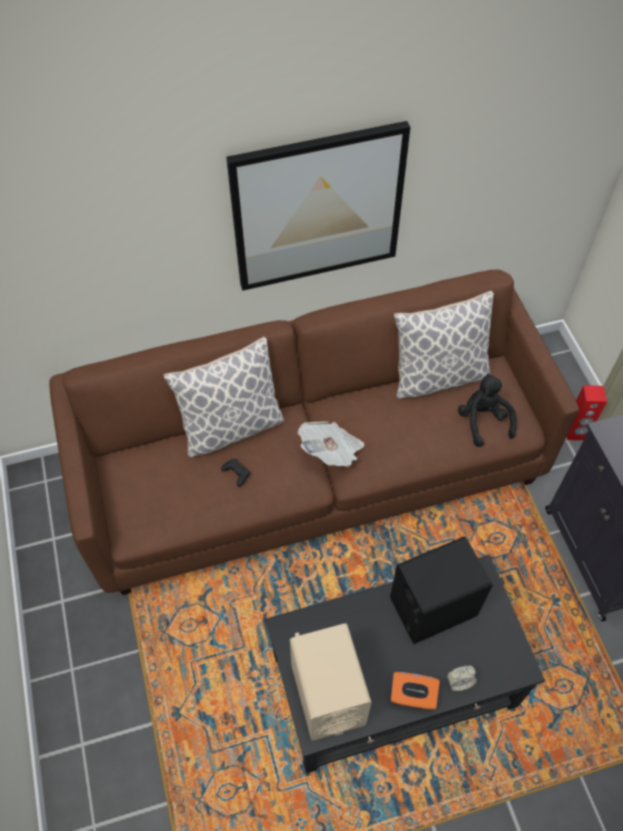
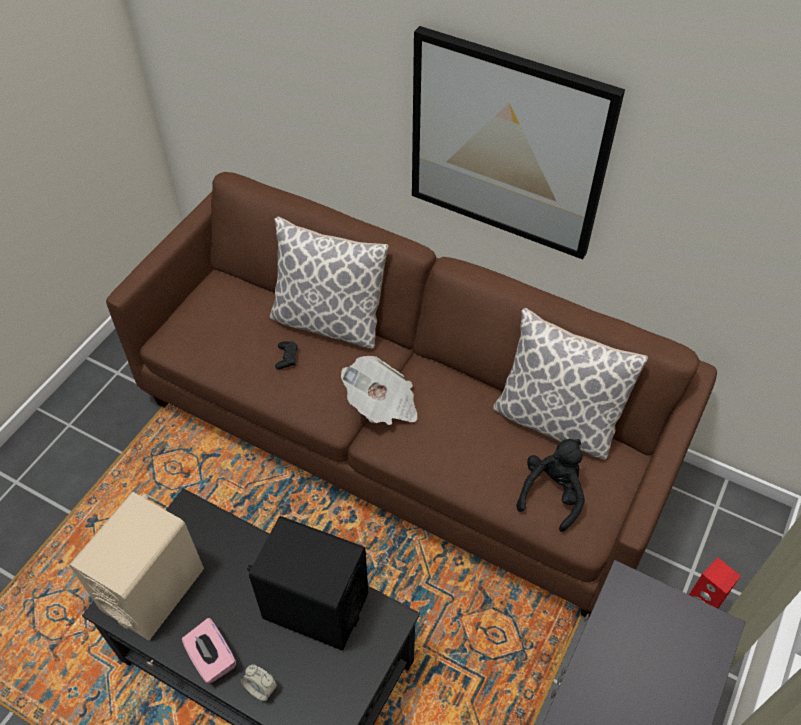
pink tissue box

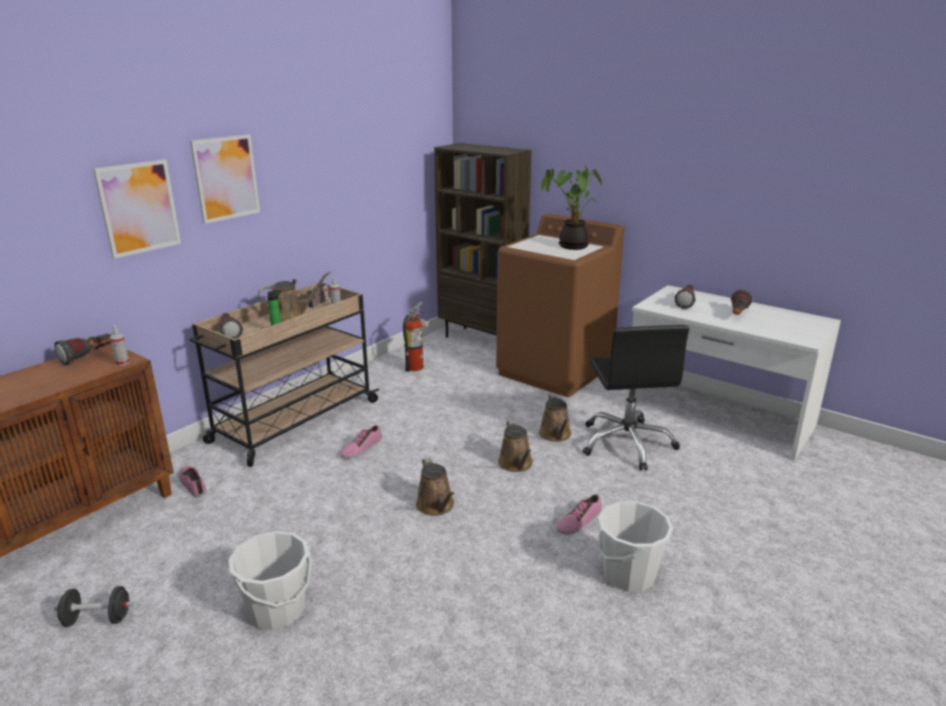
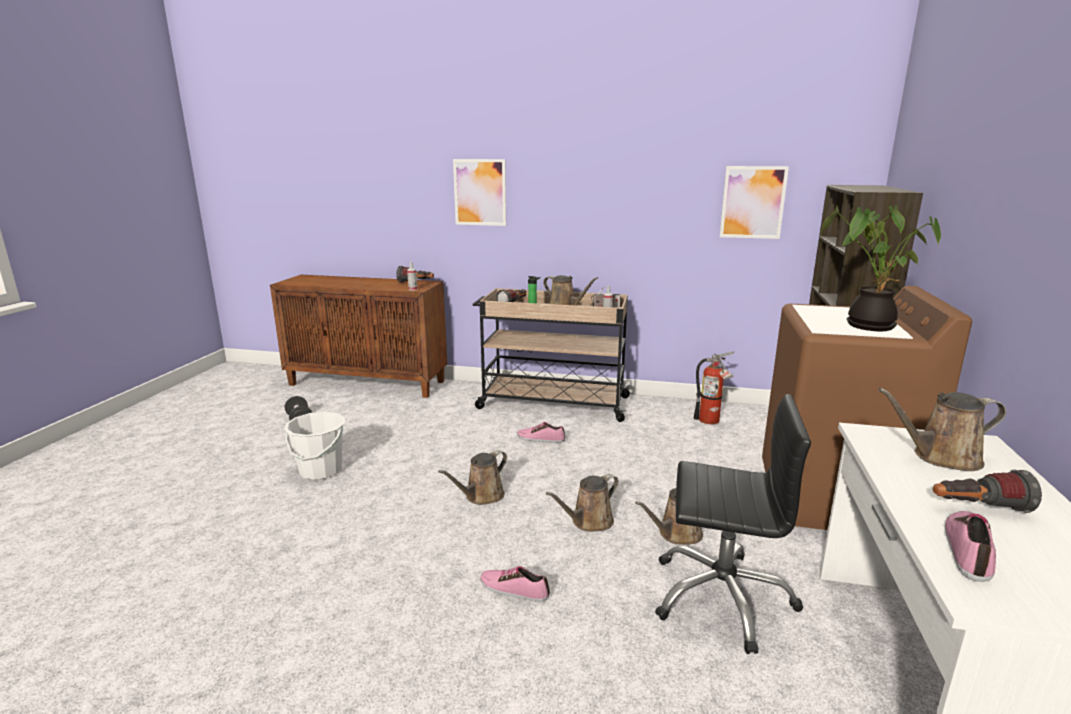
picture (2nd from left)
brown watering can (5th from left)
black office chair
shoe (3rd from left)
white bucket (2nd from left in the first image)

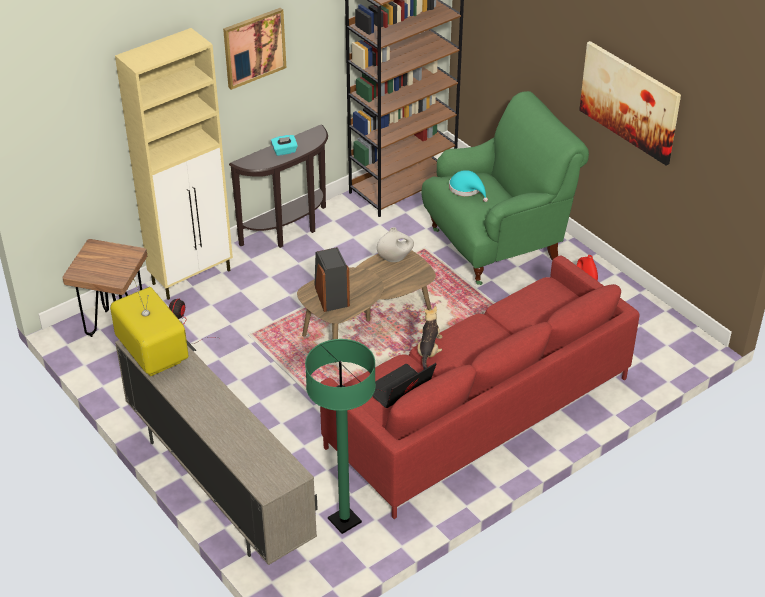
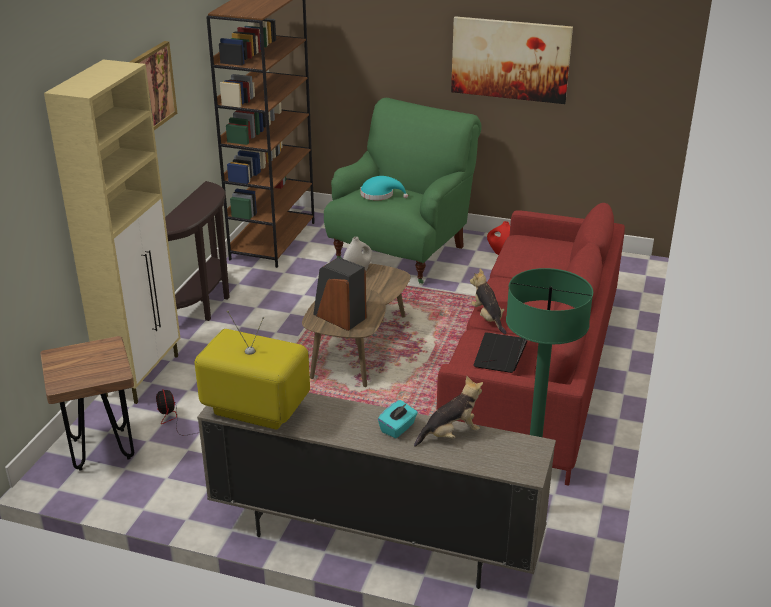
turquoise tissue box
plush toy (1st from left)

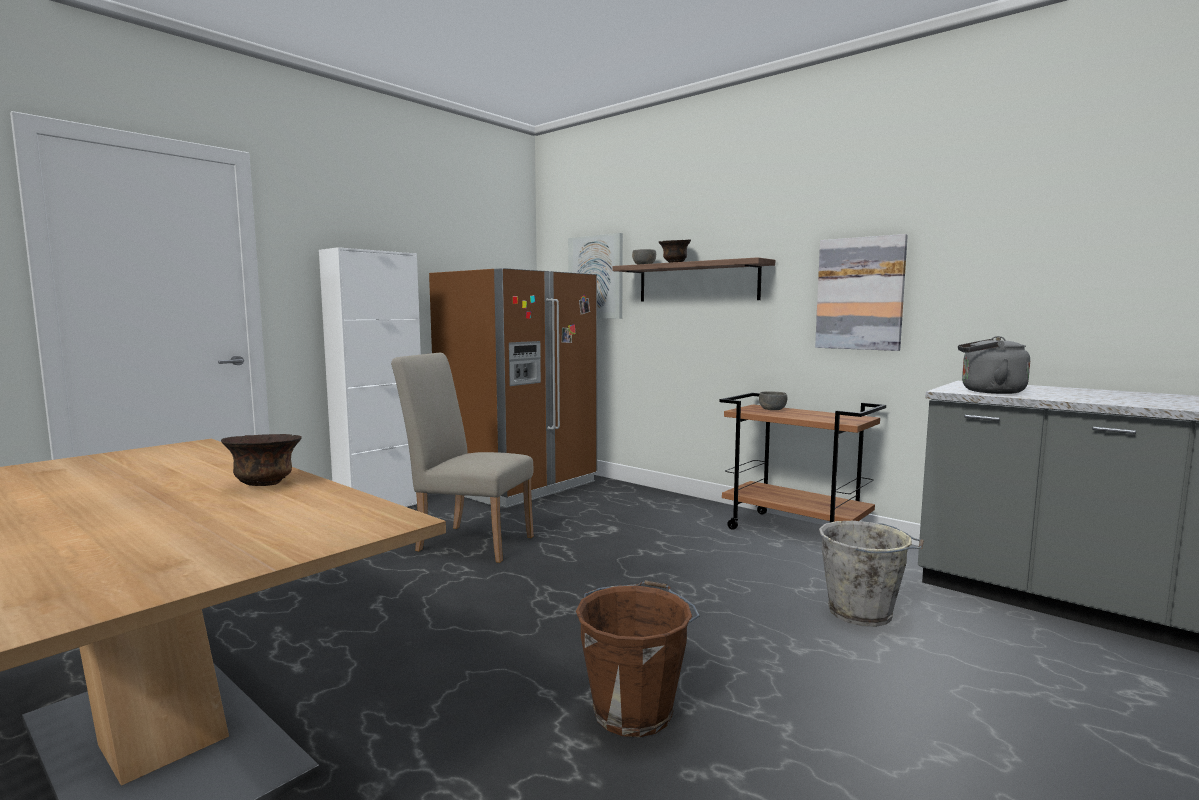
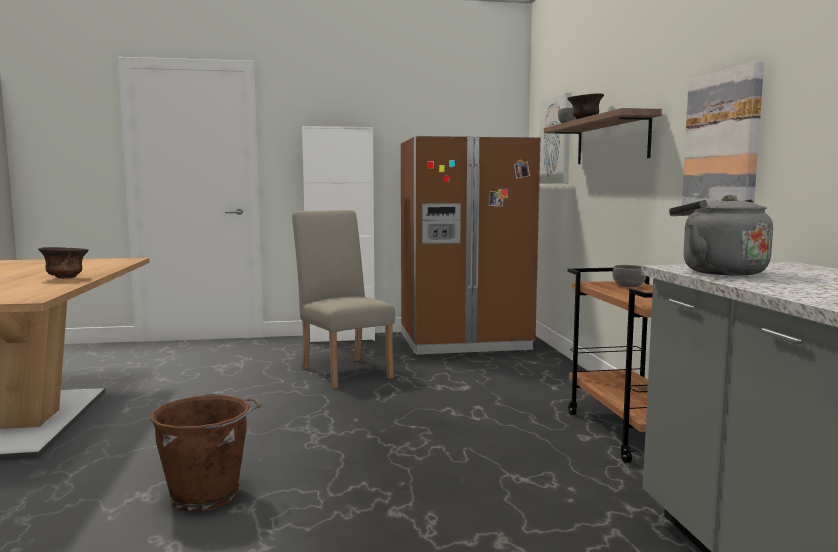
grey bucket

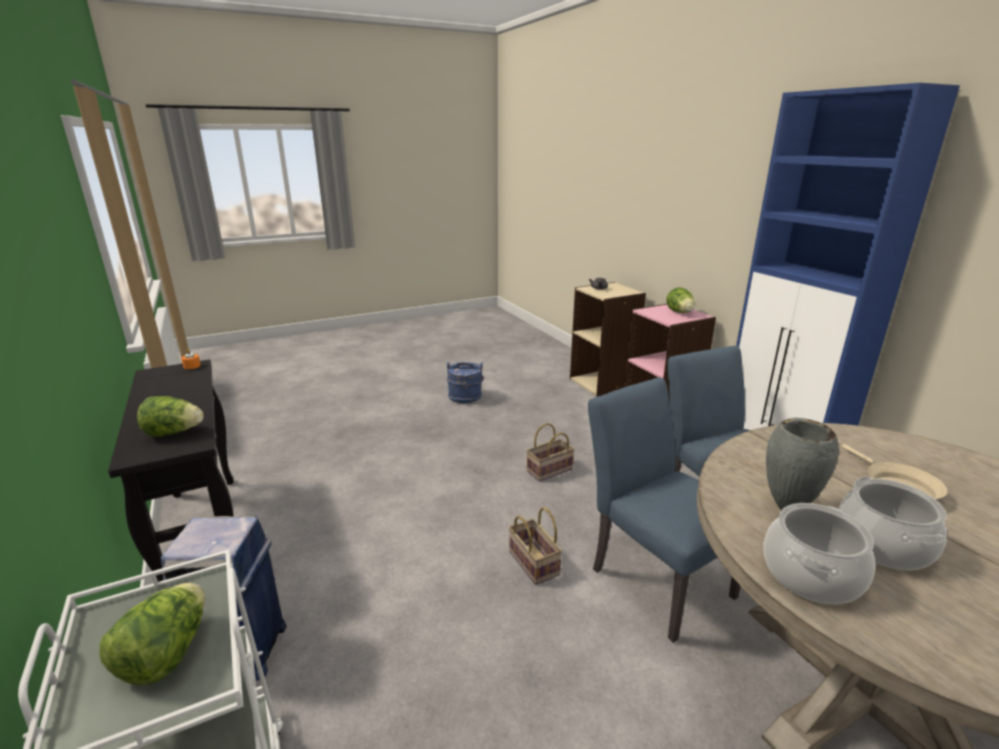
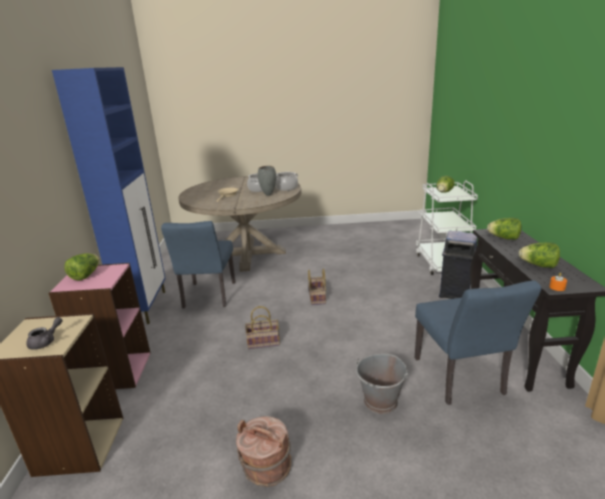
brown bucket
blue chair (2nd from left)
lettuce (4th from left)
grey bucket

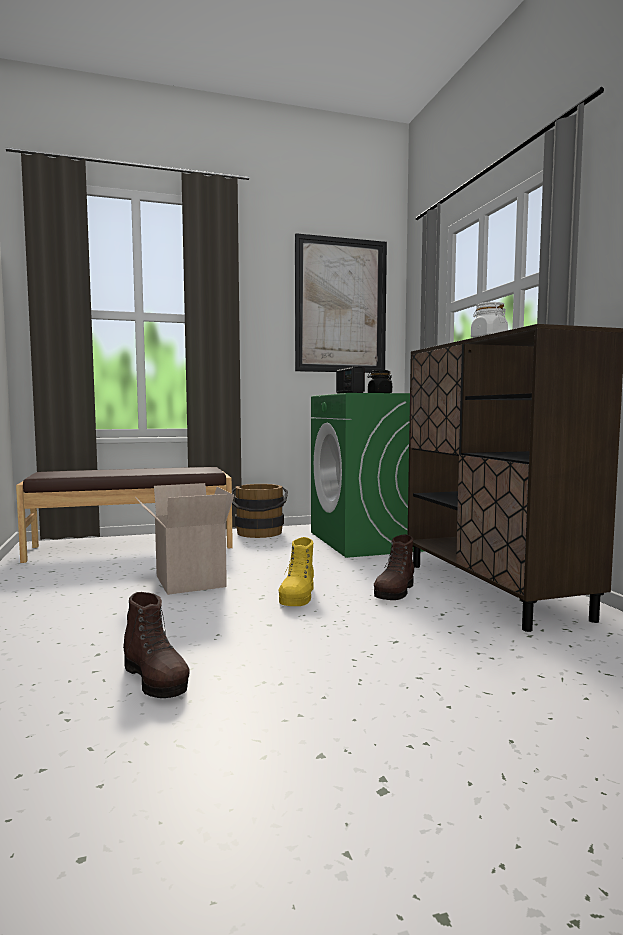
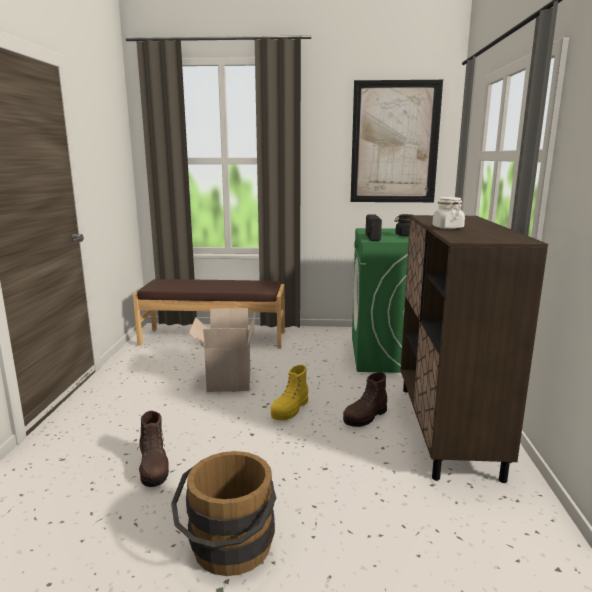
brown bucket

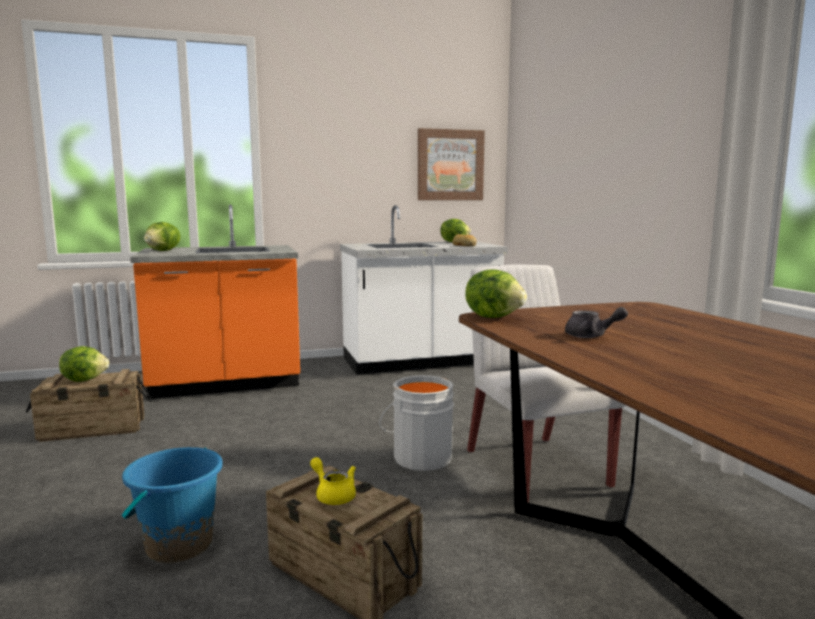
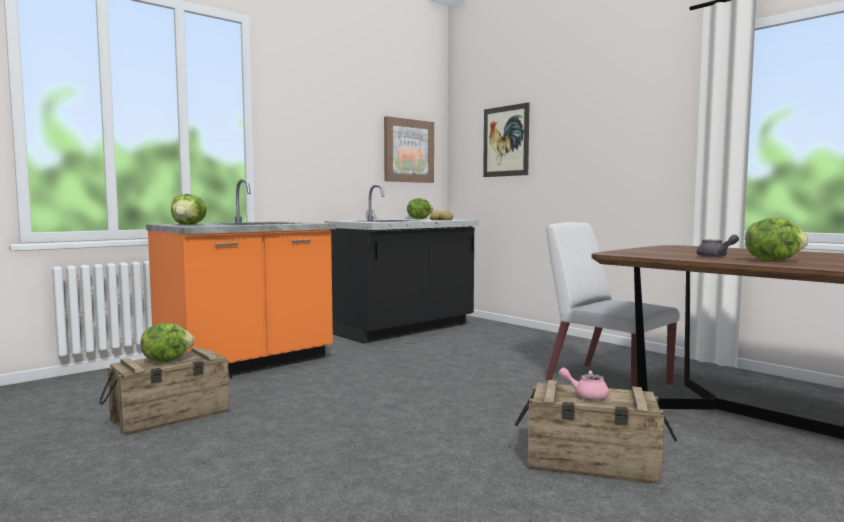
black counter
lettuce (4th from left)
grey bucket
blue bucket
pink teapot
picture (2nd from left)

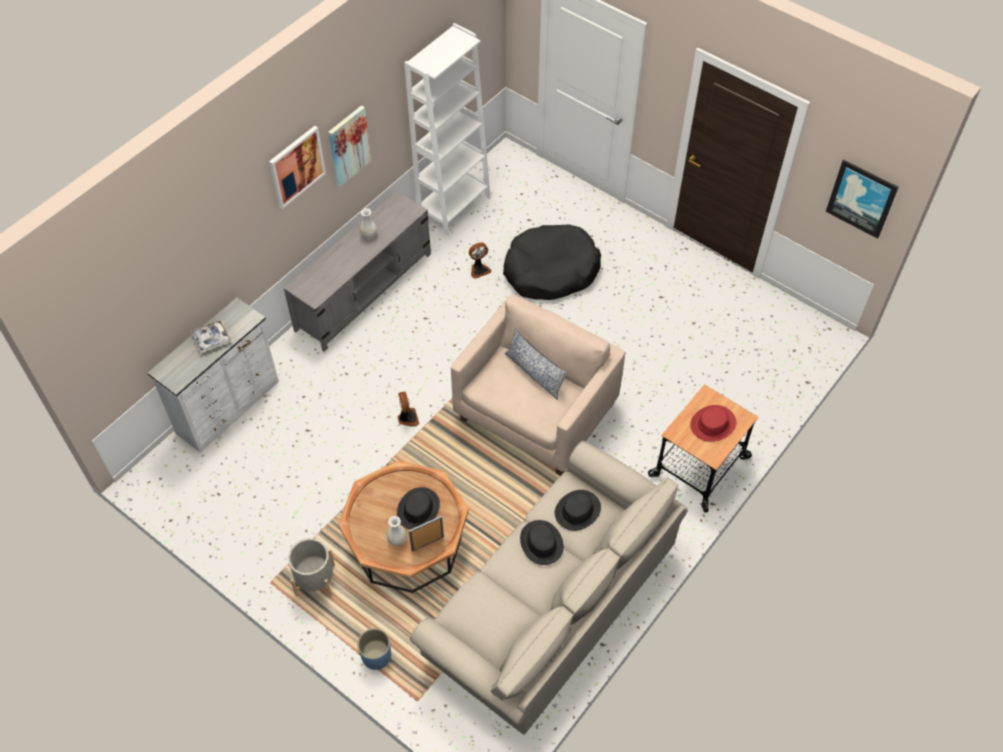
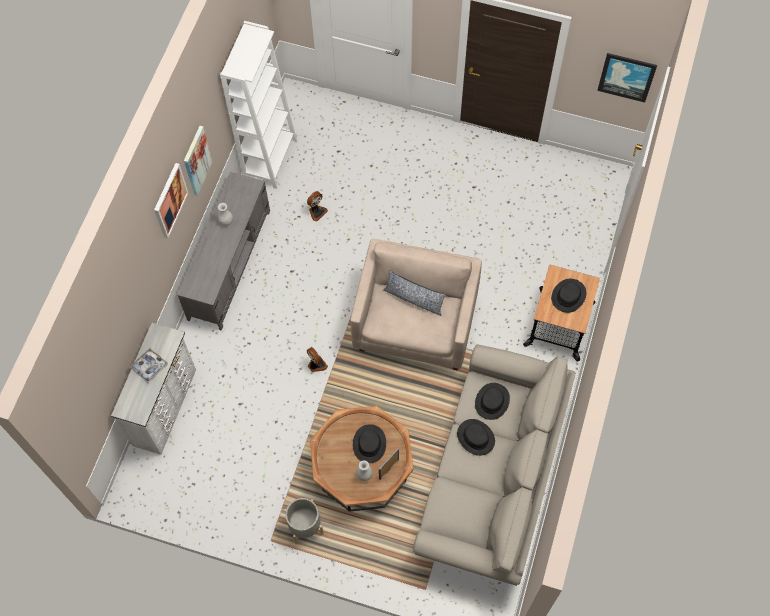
black dog bed
black hat (4th from left)
blue planter

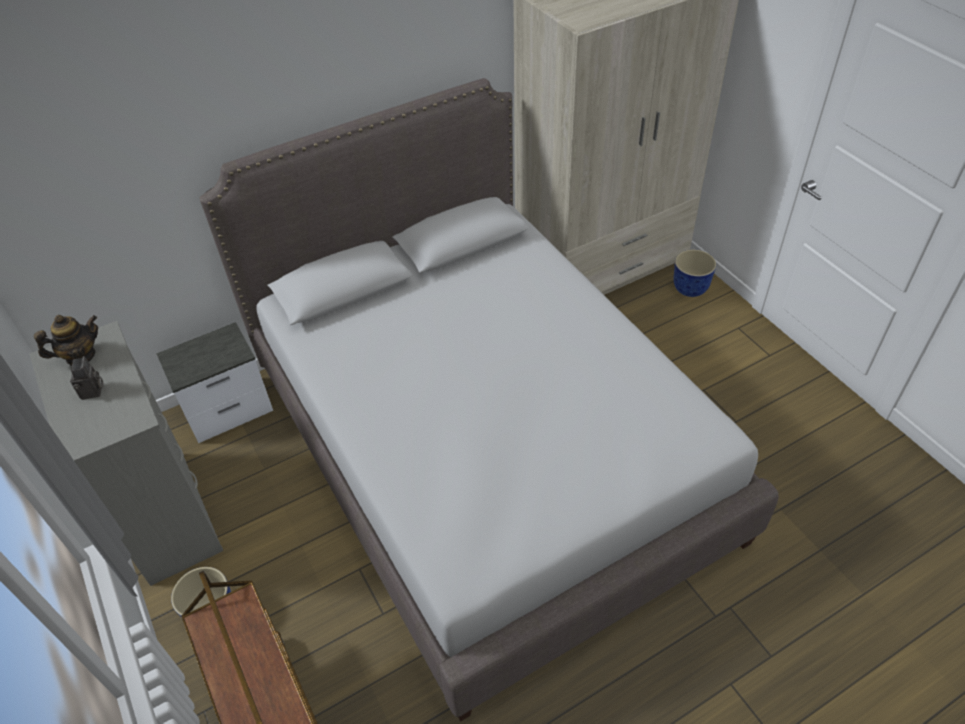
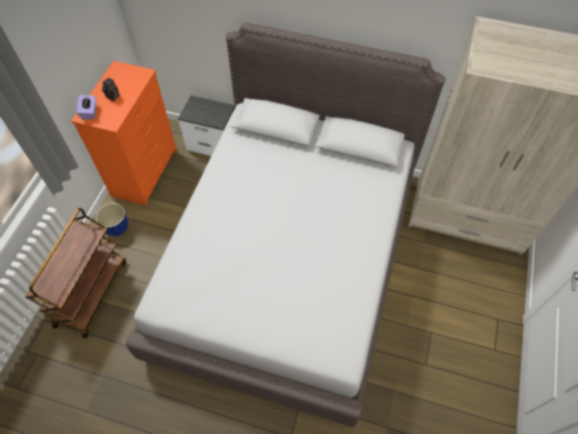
planter (2nd from left in the first image)
teapot
orange dresser
purple tissue box

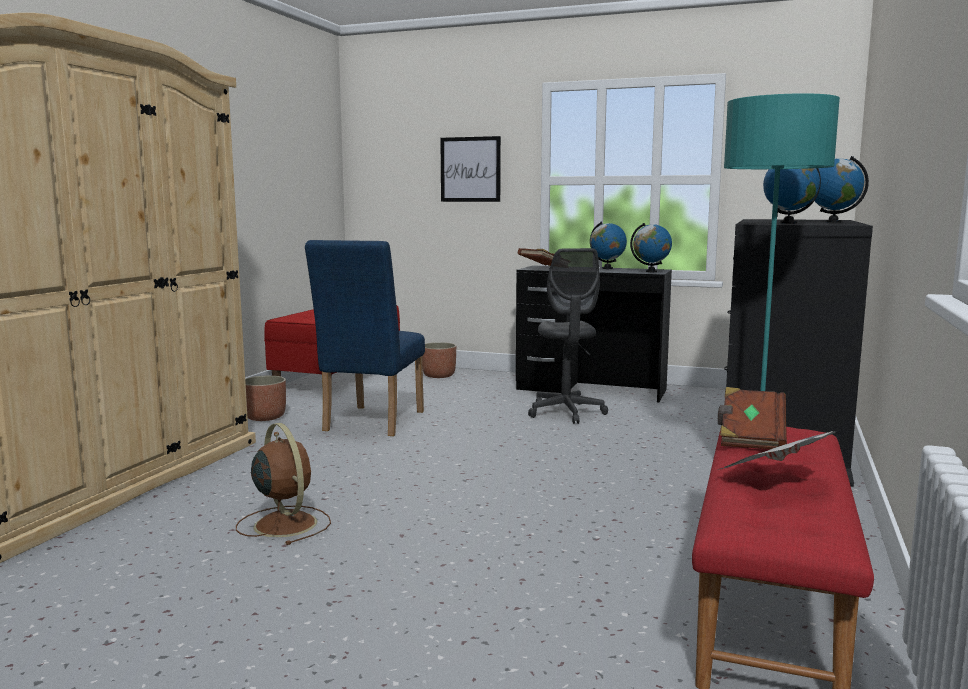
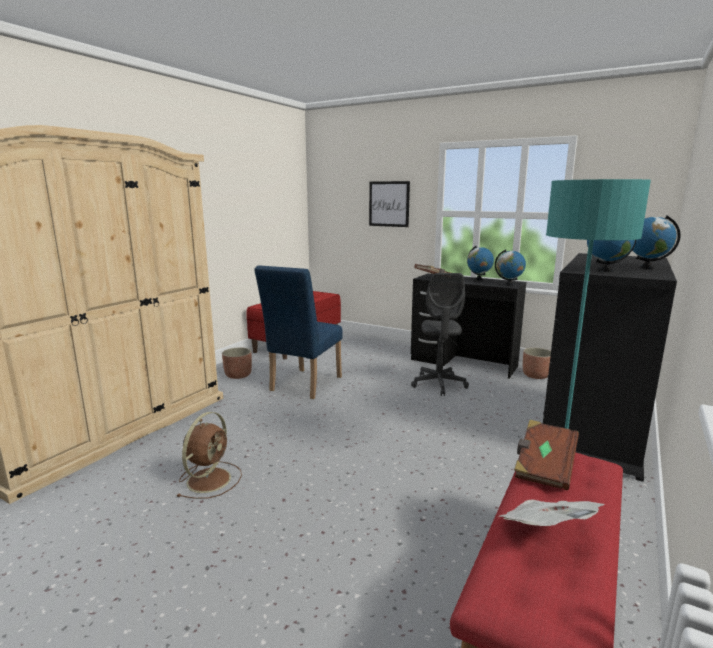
planter (2nd from left)
brown fan

